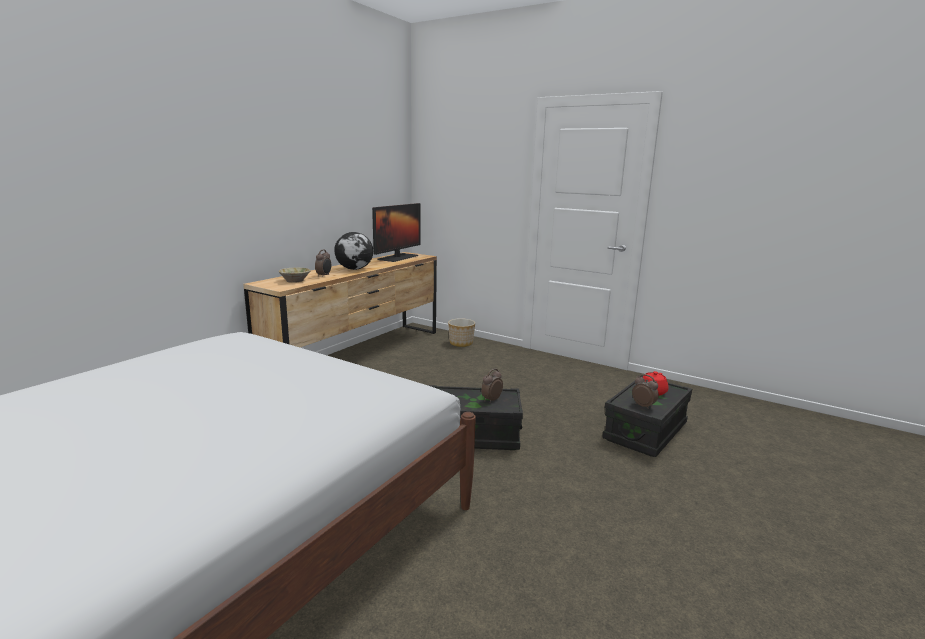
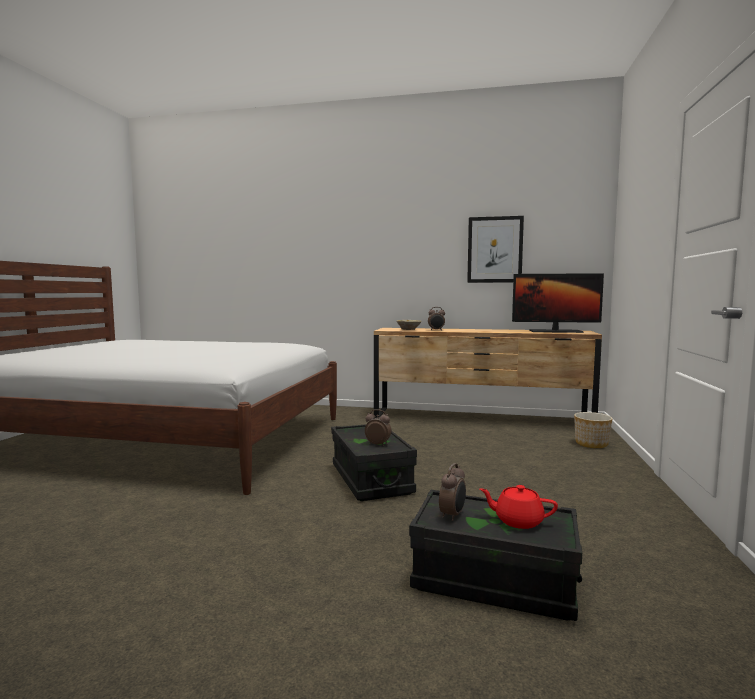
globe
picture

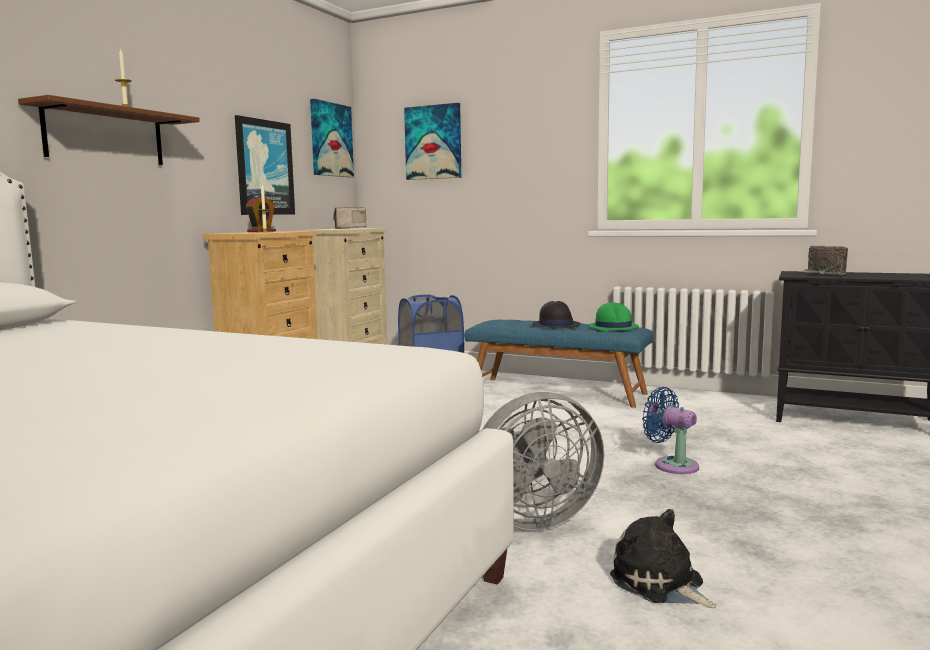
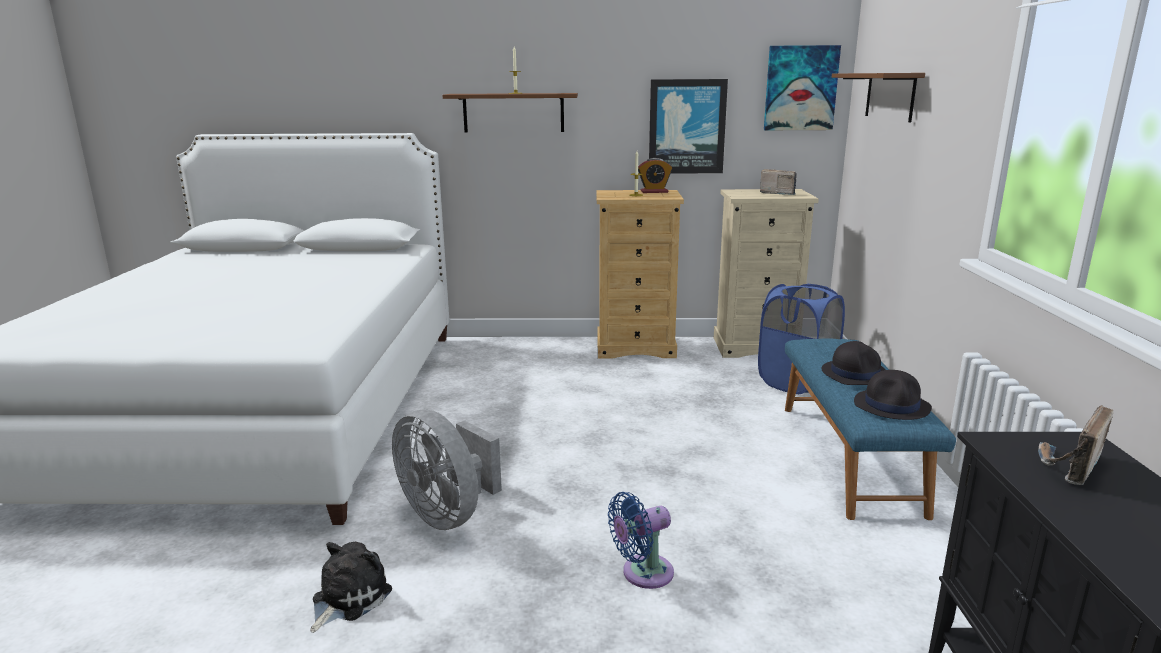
brown shelf (2nd from left)
black hat (2nd from left)
blue fan

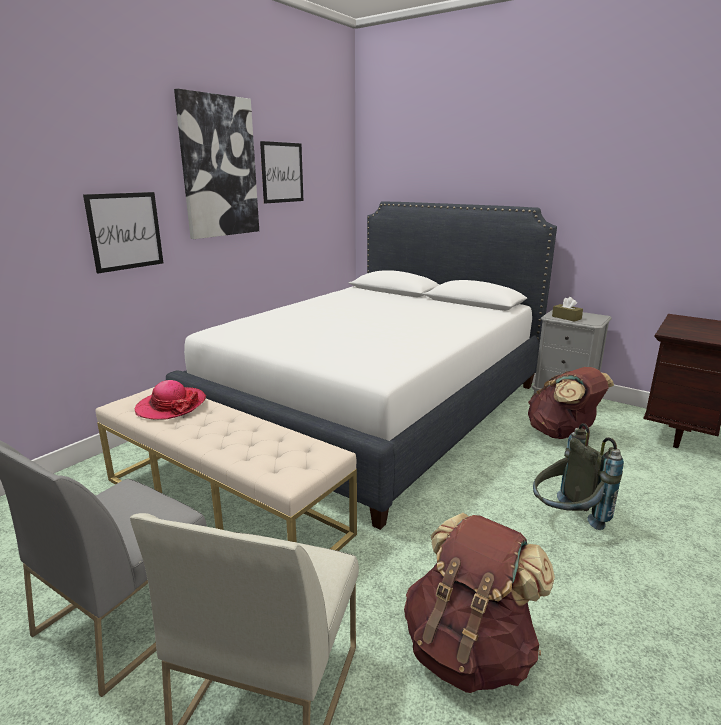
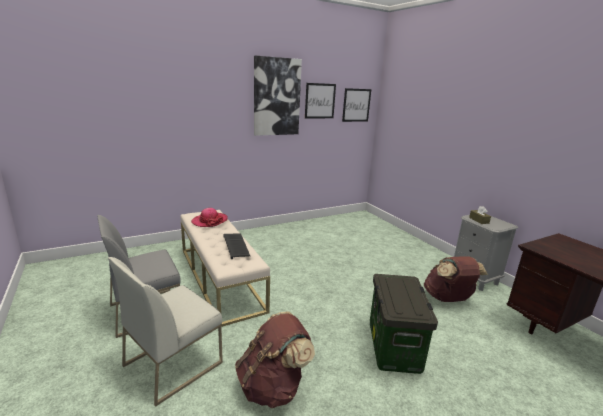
picture (3rd from left)
white bed
storage box
keyboard

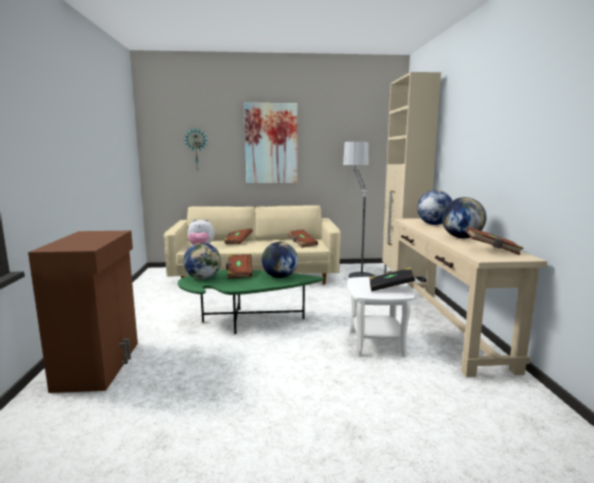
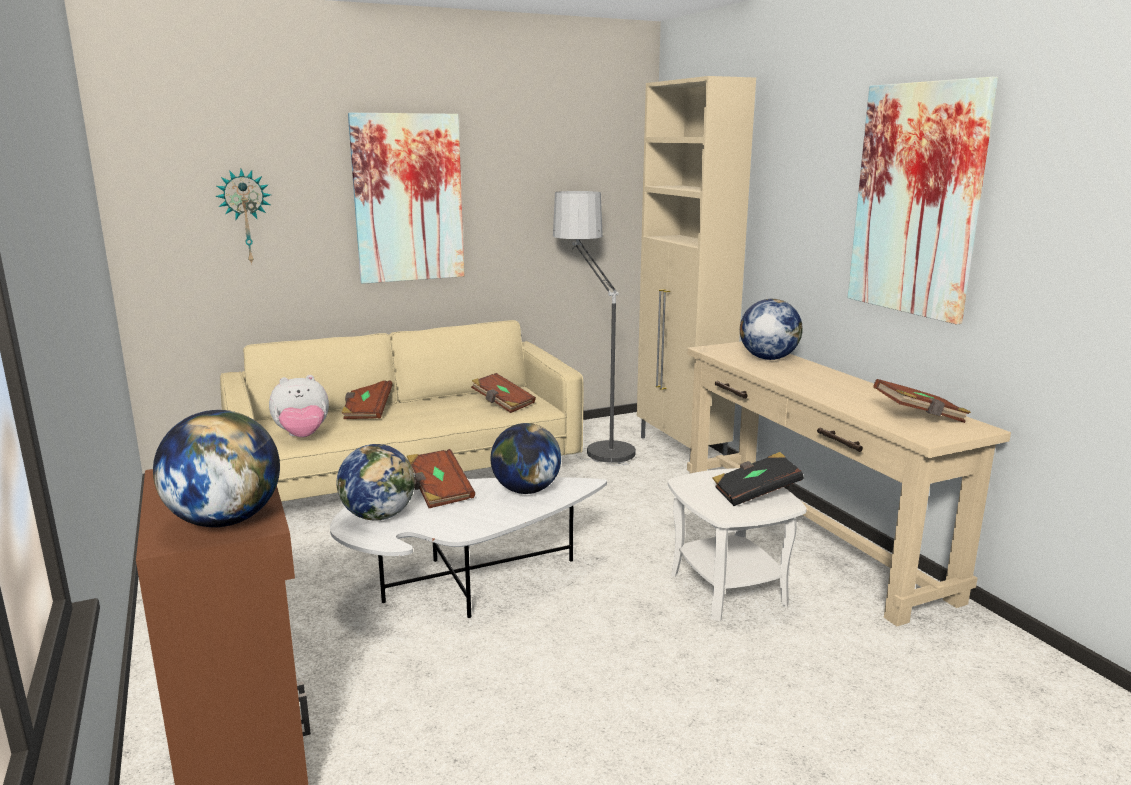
globe (1st from left)
white coffee table
picture (2nd from left)

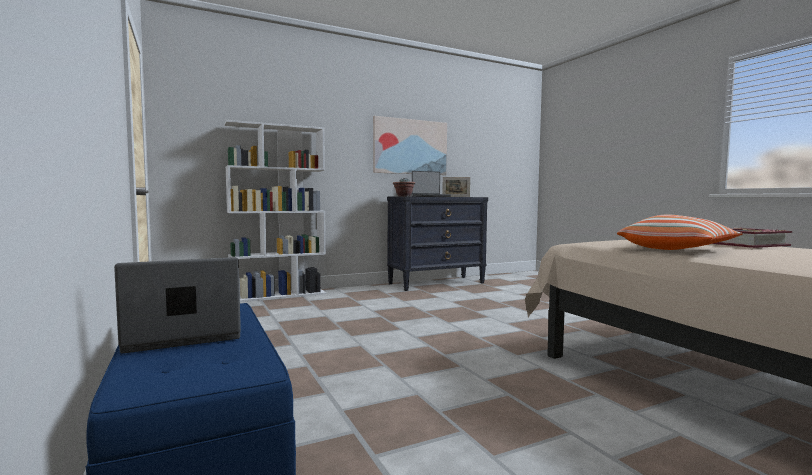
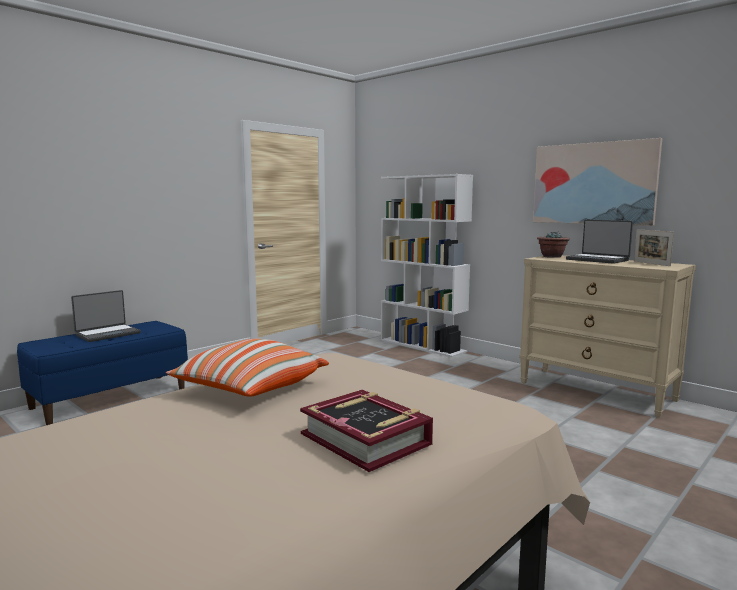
beige dresser
laptop (1st from left)

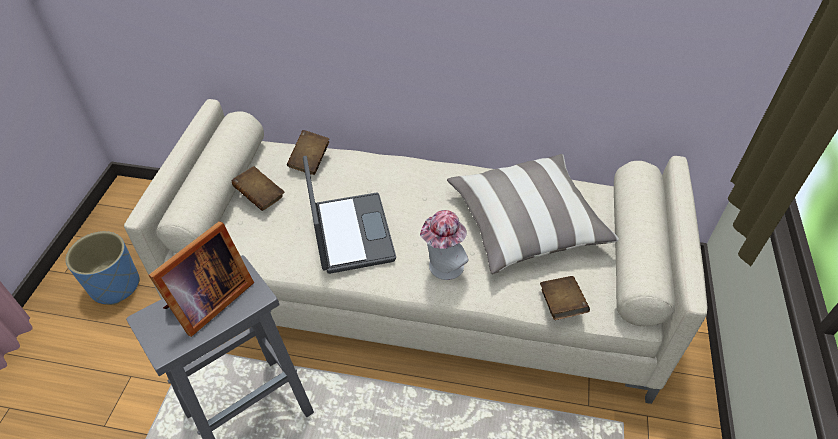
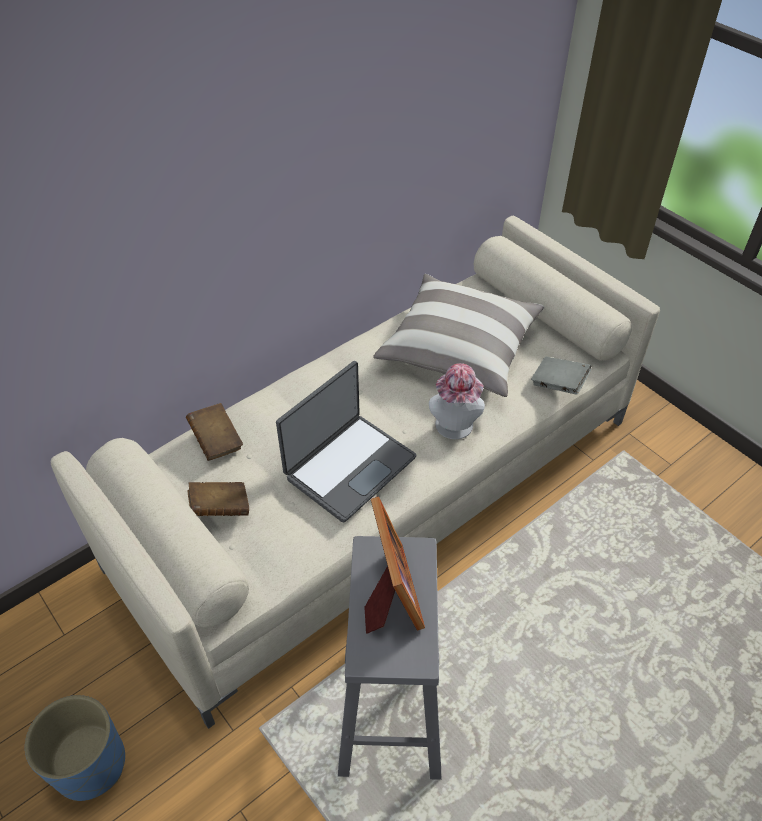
laptop
grey book

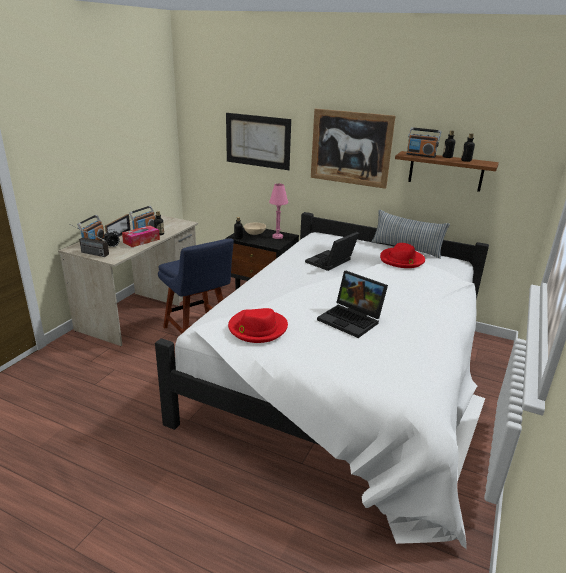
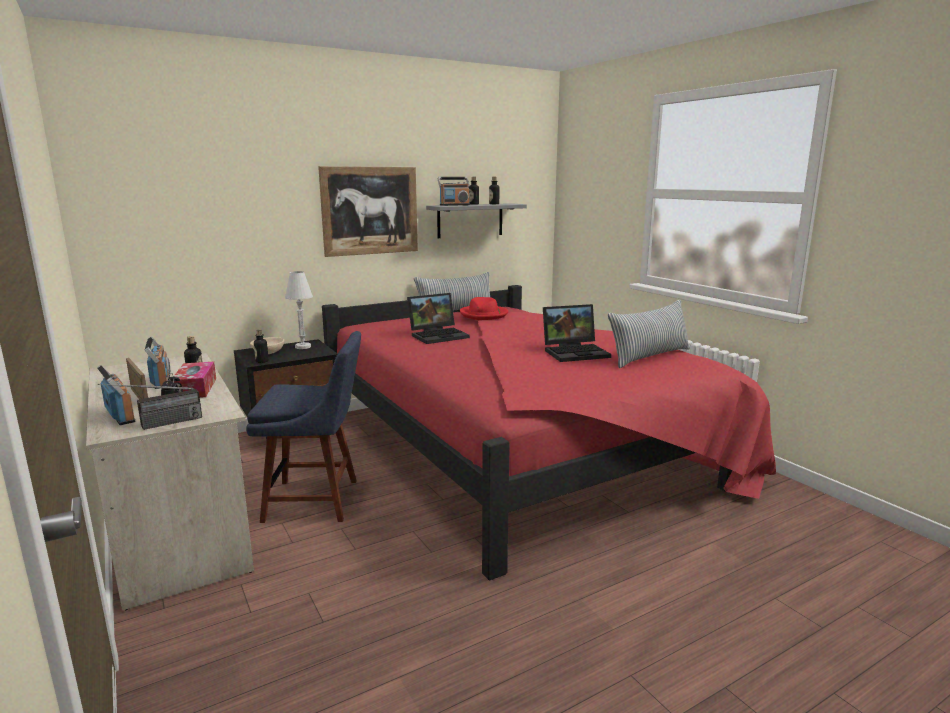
picture (1st from left in the first image)
grey shelf
white table lamp
red bed
laptop (1st from left)
red hat (1st from left in the first image)
pillow (2nd from left)

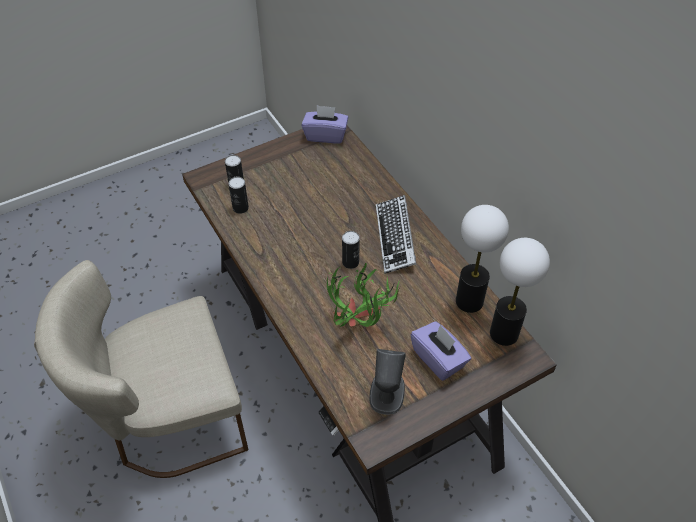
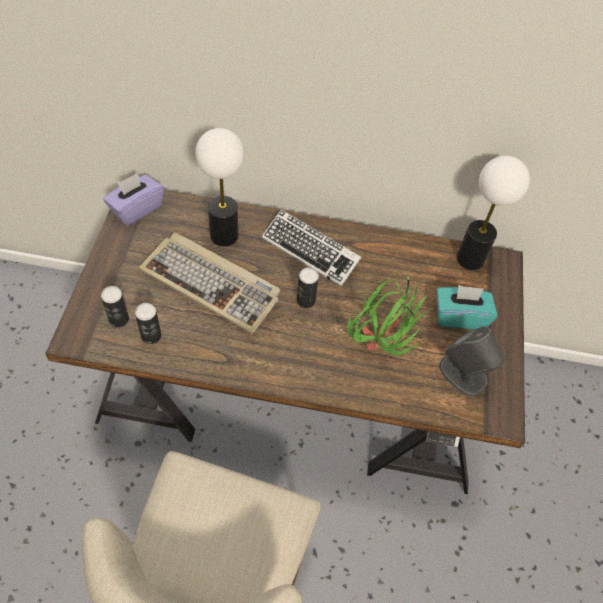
table lamp (1st from left)
turquoise tissue box
keyboard (1st from left)

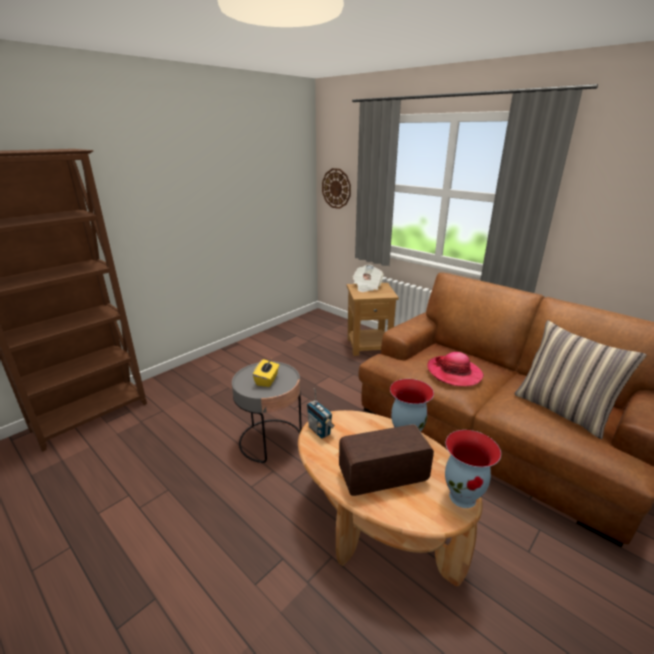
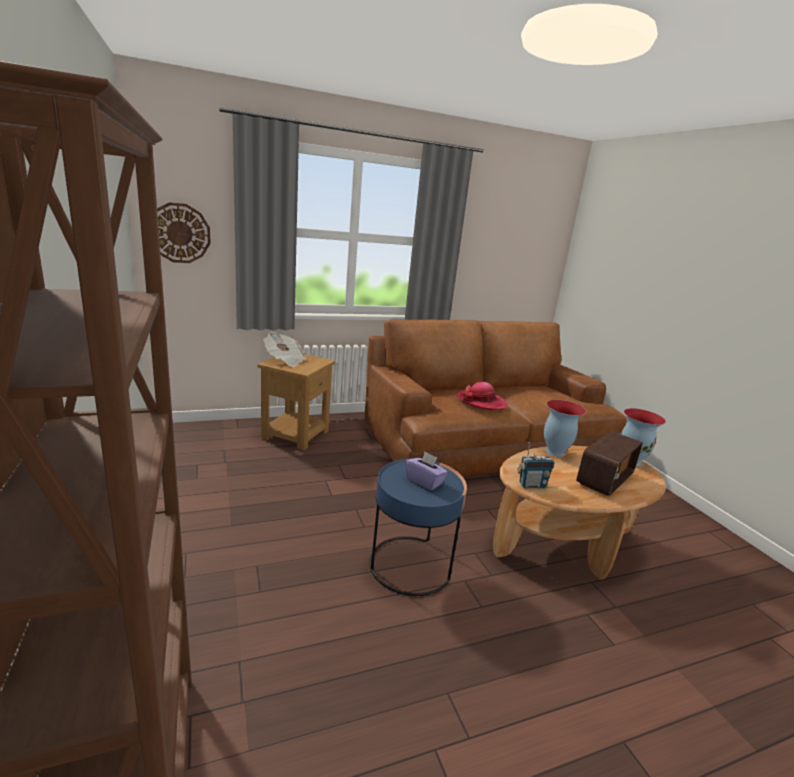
pillow
purple tissue box
blue side table
radio (2nd from left)

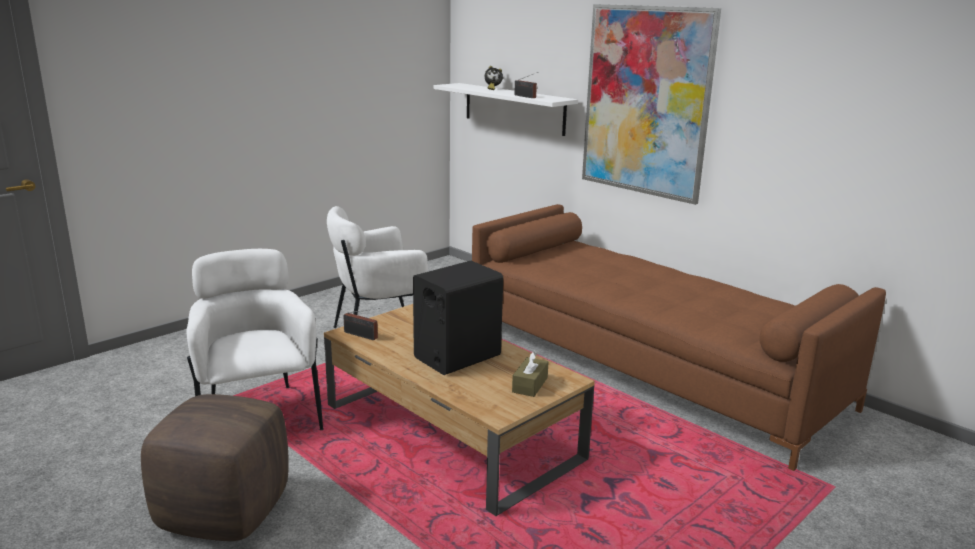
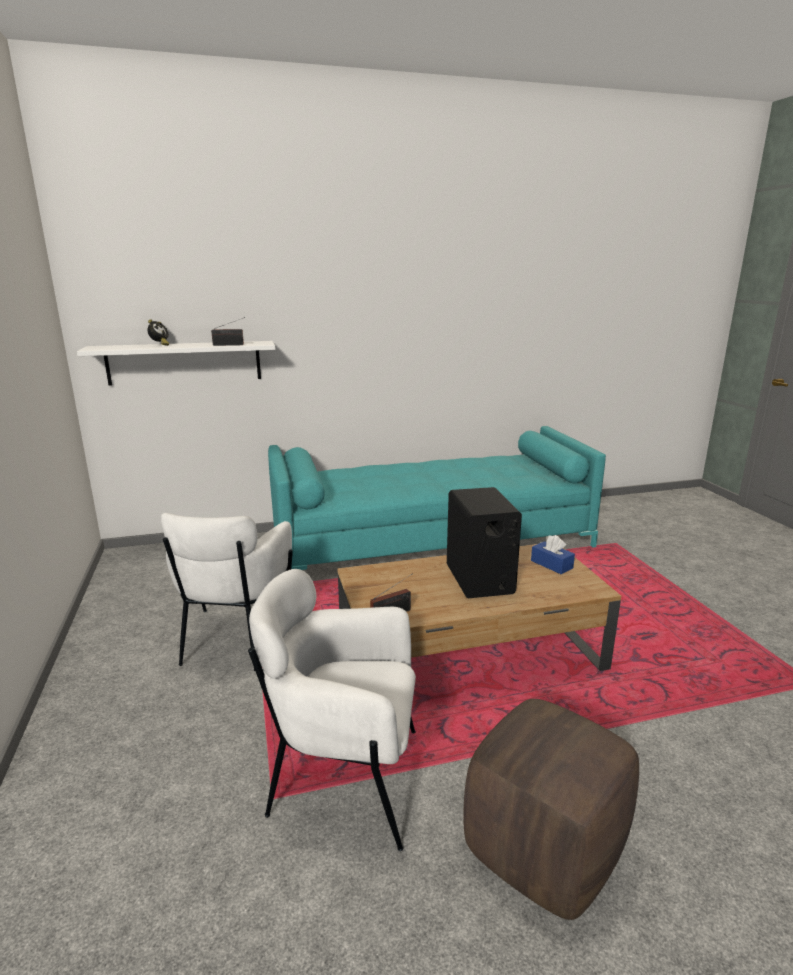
picture
turquoise sofa
blue tissue box

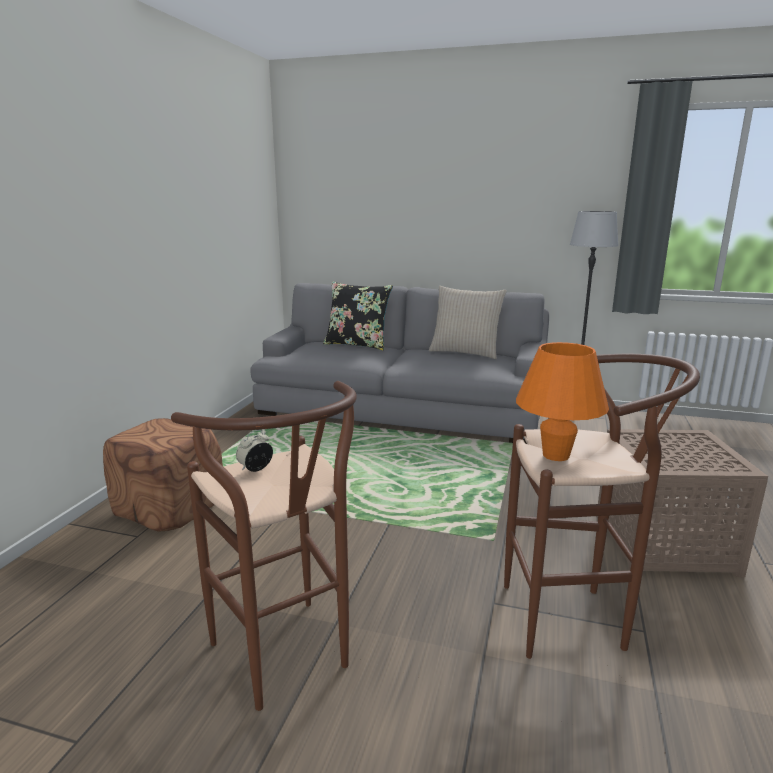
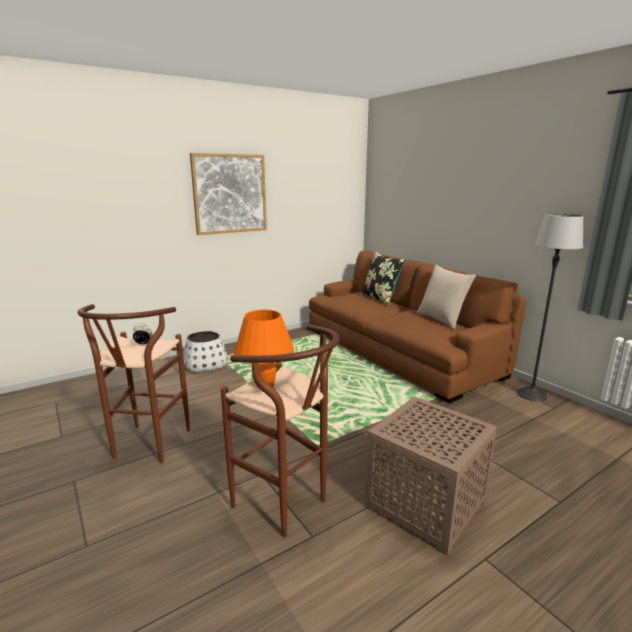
brown sofa
white planter
picture

